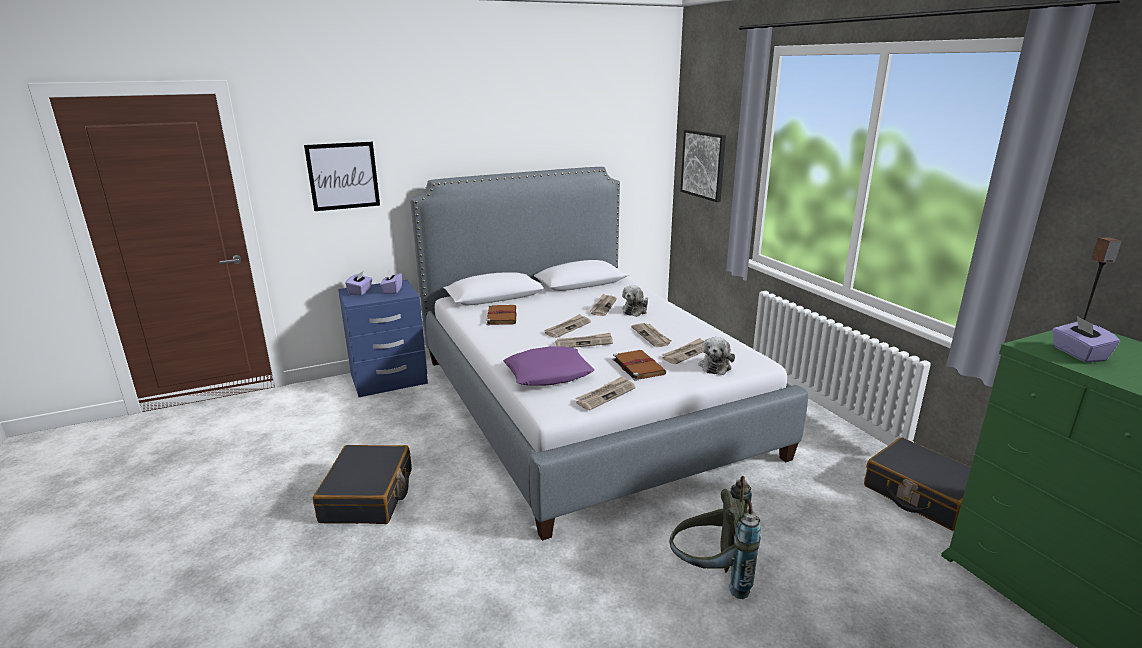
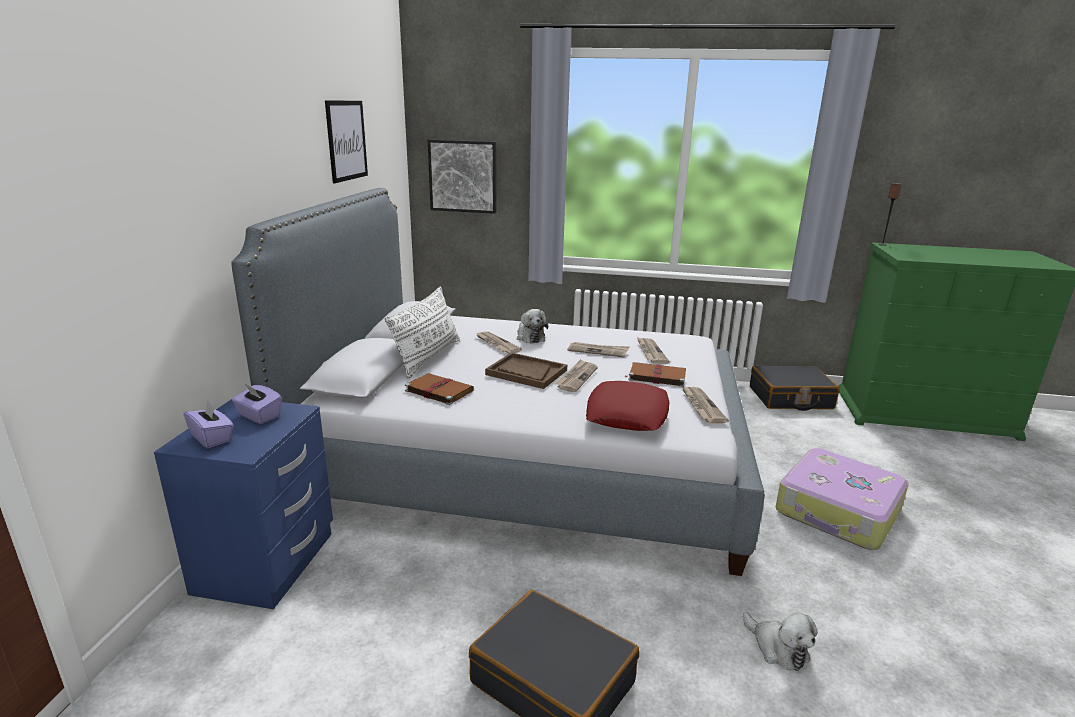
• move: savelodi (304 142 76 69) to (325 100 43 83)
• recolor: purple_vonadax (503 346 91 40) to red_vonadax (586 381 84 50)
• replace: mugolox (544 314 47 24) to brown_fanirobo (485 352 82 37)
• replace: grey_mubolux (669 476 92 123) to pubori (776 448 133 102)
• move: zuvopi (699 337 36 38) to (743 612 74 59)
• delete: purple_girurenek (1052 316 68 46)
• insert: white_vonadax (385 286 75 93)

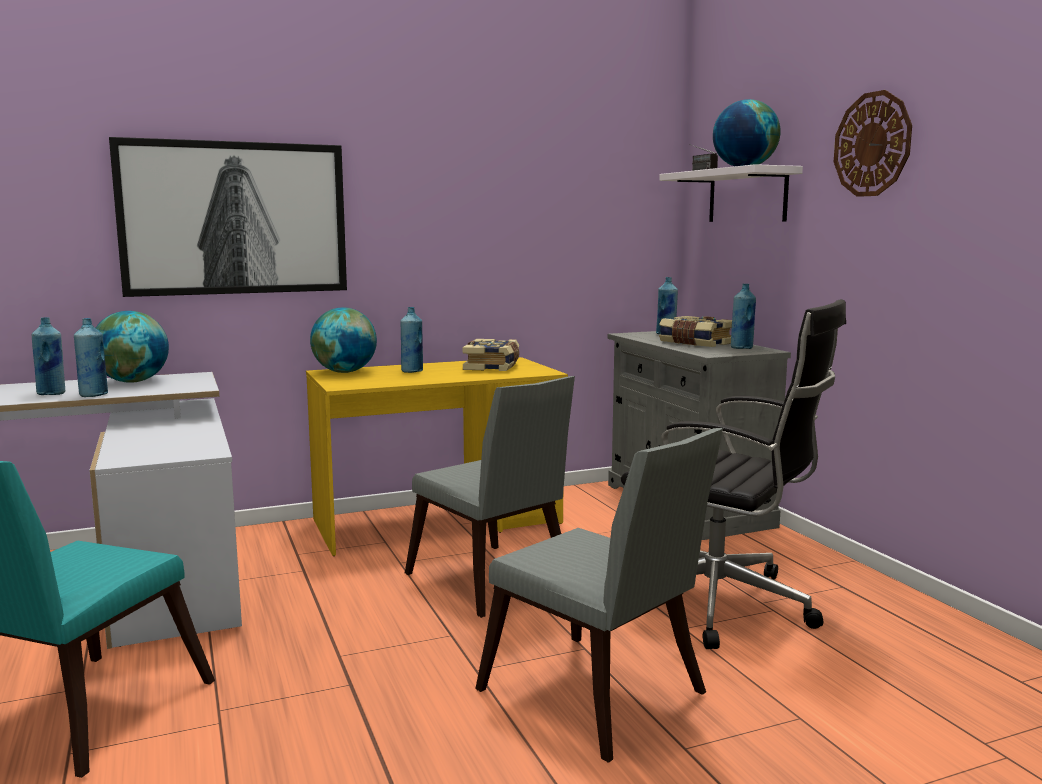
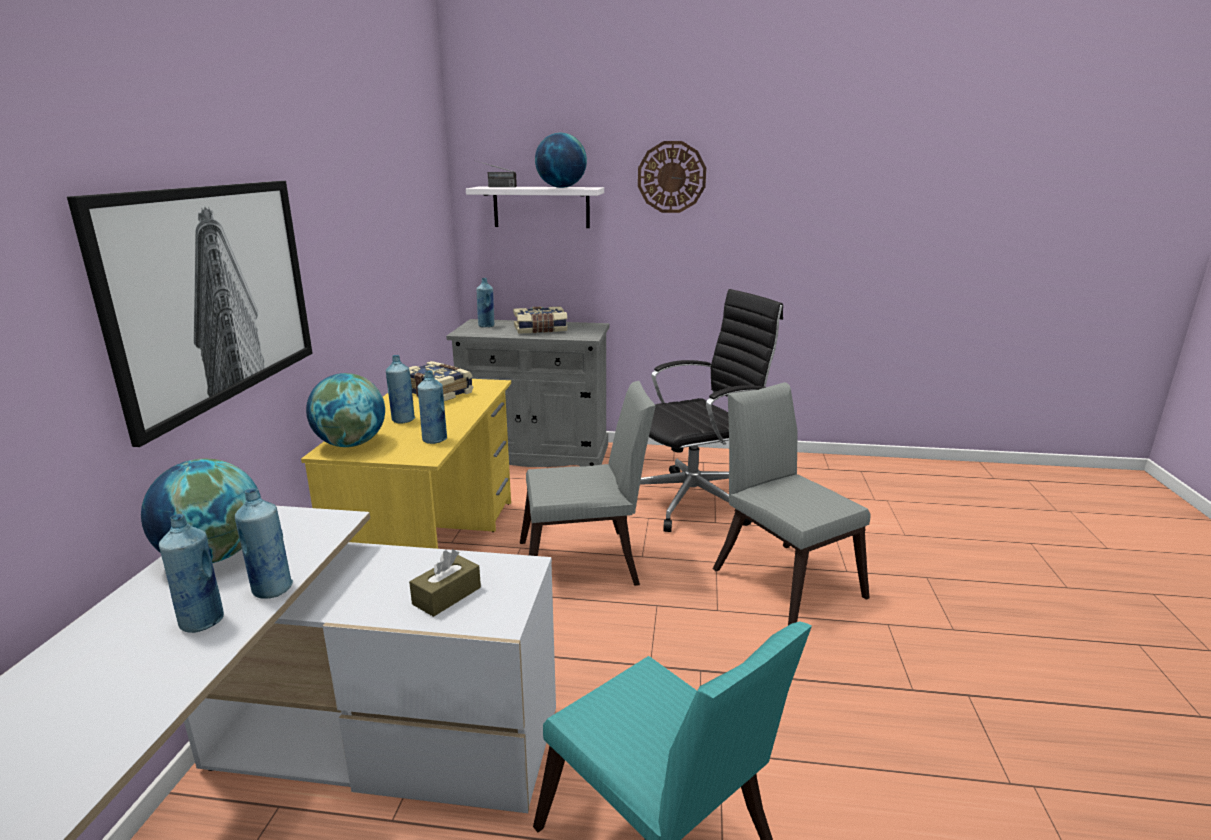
• rotate: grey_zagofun (475 428 248 335) = (713 382 158 243) 105 degrees counterclockwise
• move: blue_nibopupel (731 284 25 65) to (417 370 30 74)
• insert: brown_girurenek (409 549 72 68)

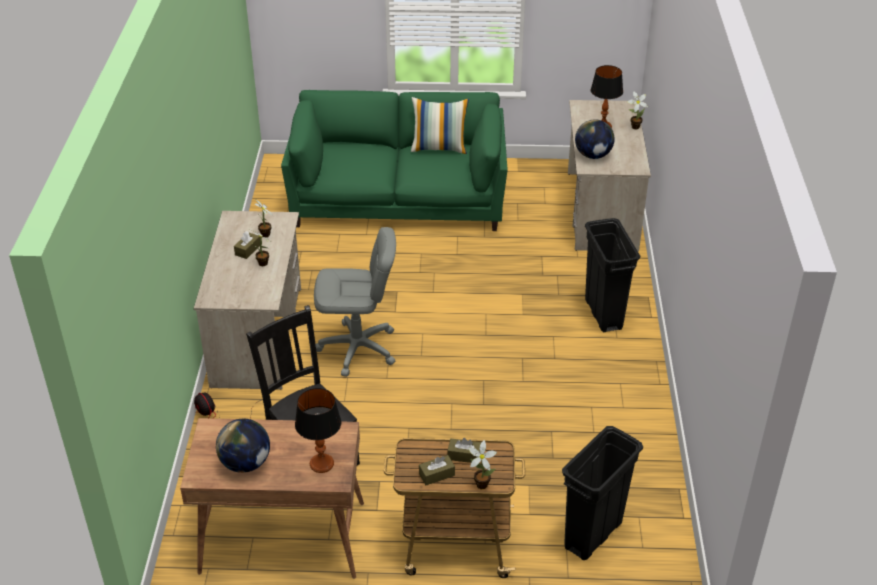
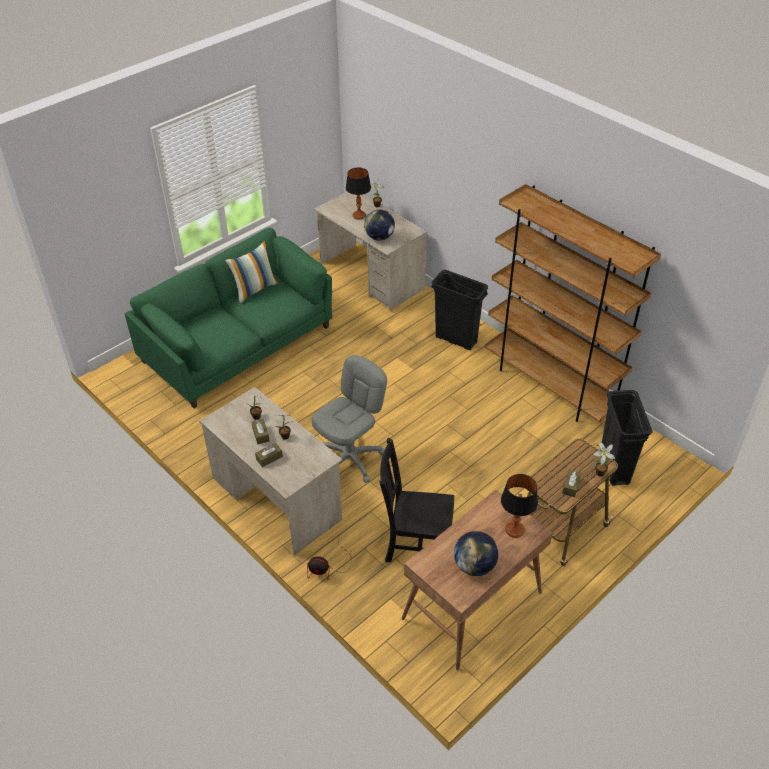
• move: brown_girurenek (447 438 34 25) to (255 443 28 24)
• insert: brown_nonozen (485 184 176 239)

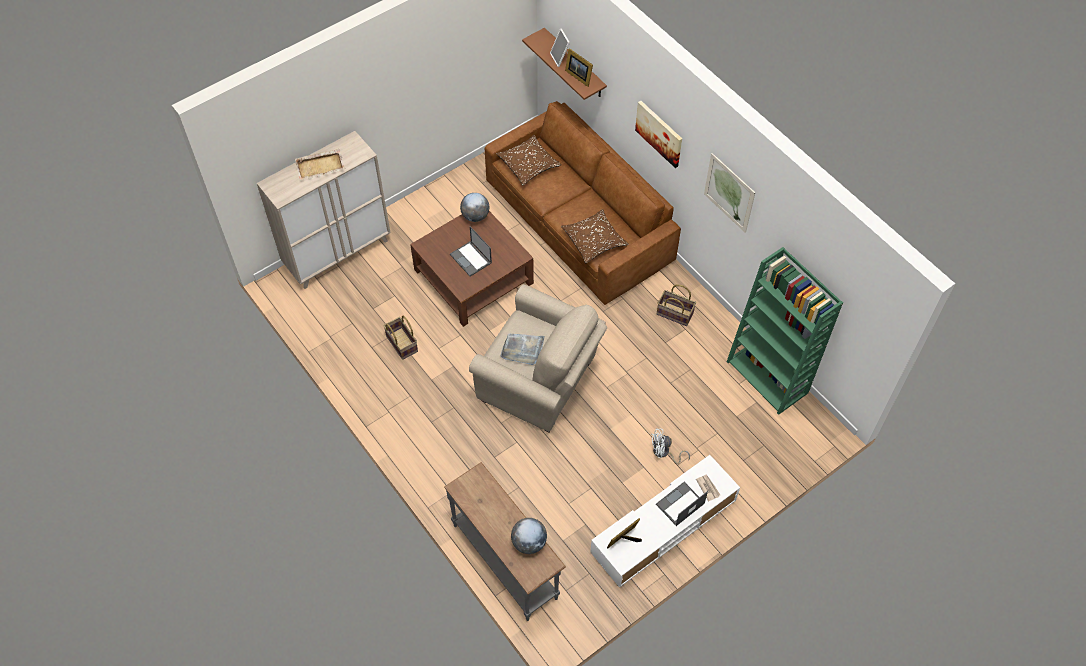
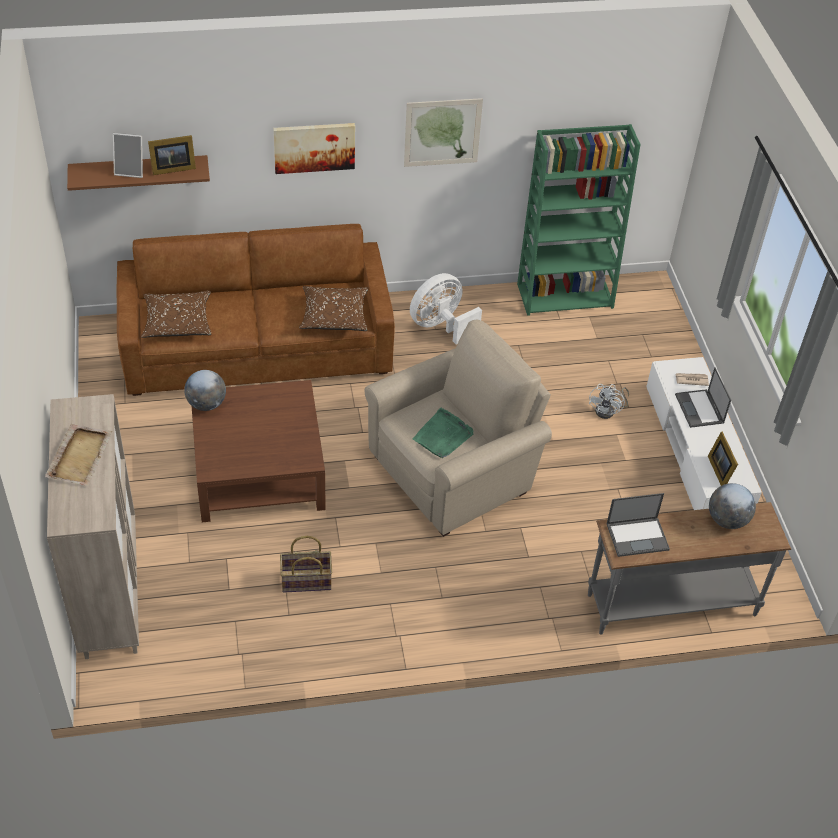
• move: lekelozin (450 226 42 51) to (607 493 63 64)
• recolor: grey_fanirobo (501 333 44 32) to green_fanirobo (412 408 62 50)
• replace: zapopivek (657 285 39 41) to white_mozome (410 273 72 71)

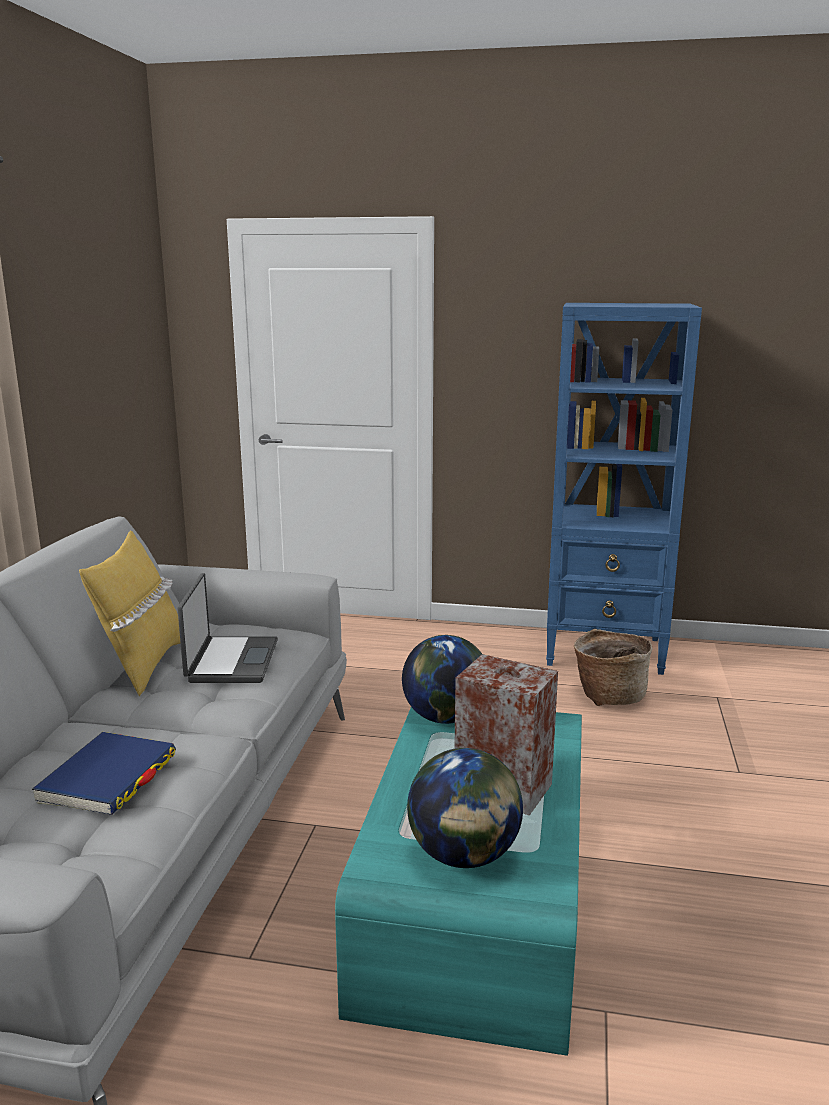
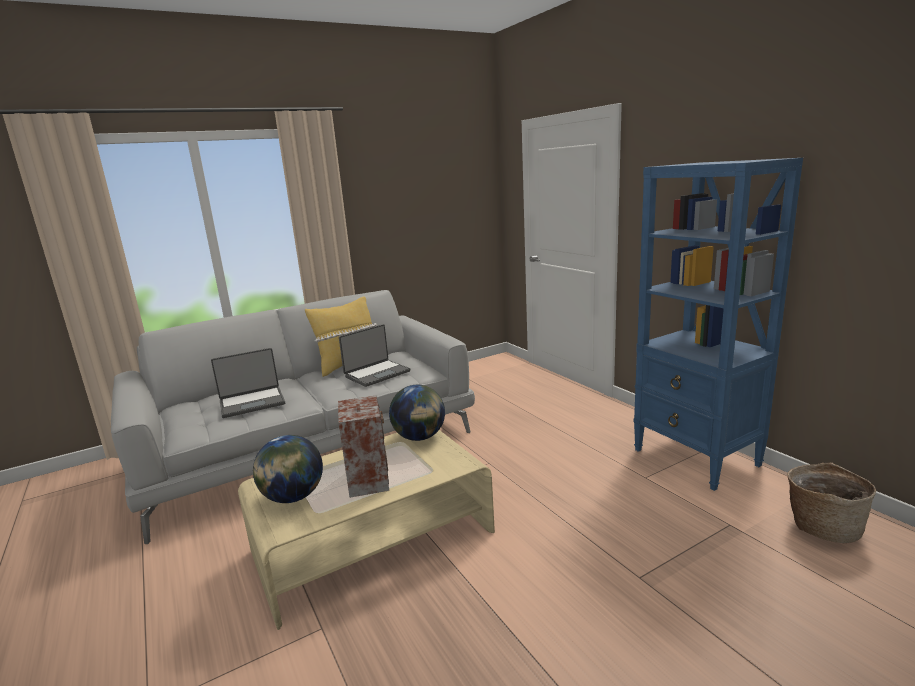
• replace: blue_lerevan (32 732 144 83) to lekelozin (211 348 74 70)
• recolor: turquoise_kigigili (335 707 247 349) to beige_kigigili (238 430 257 200)
• move: zapopivek (574 629 79 77) to (788 462 88 81)

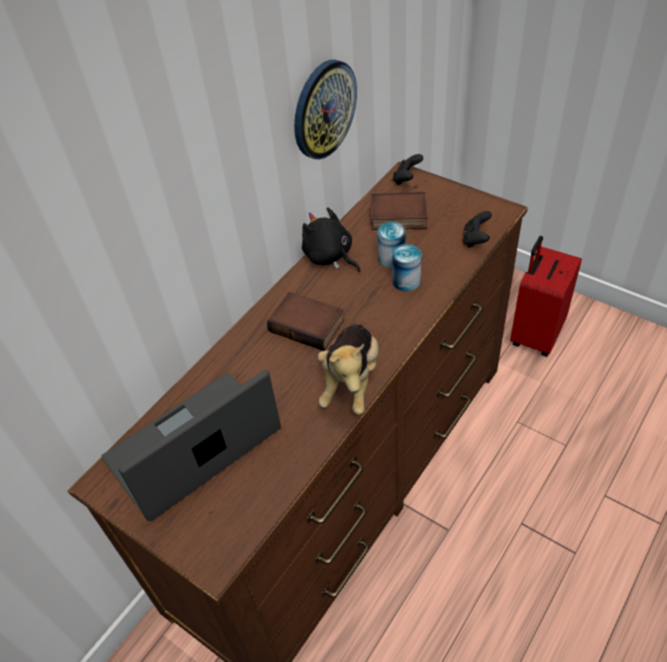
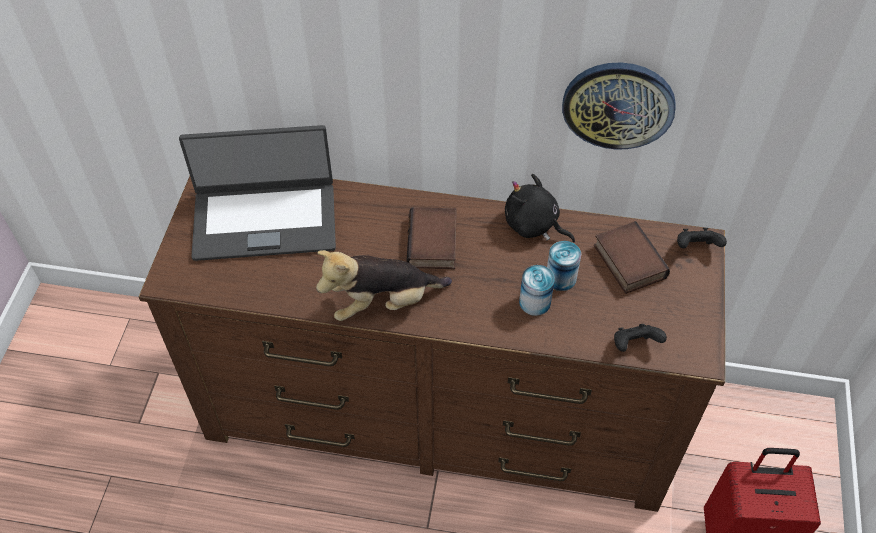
• rotate: lekelozin (101 370 180 151) = (179 125 157 136) 150 degrees clockwise
• rotate: black_zuvopi (302 207 58 65) = (505 174 70 68) 75 degrees counterclockwise

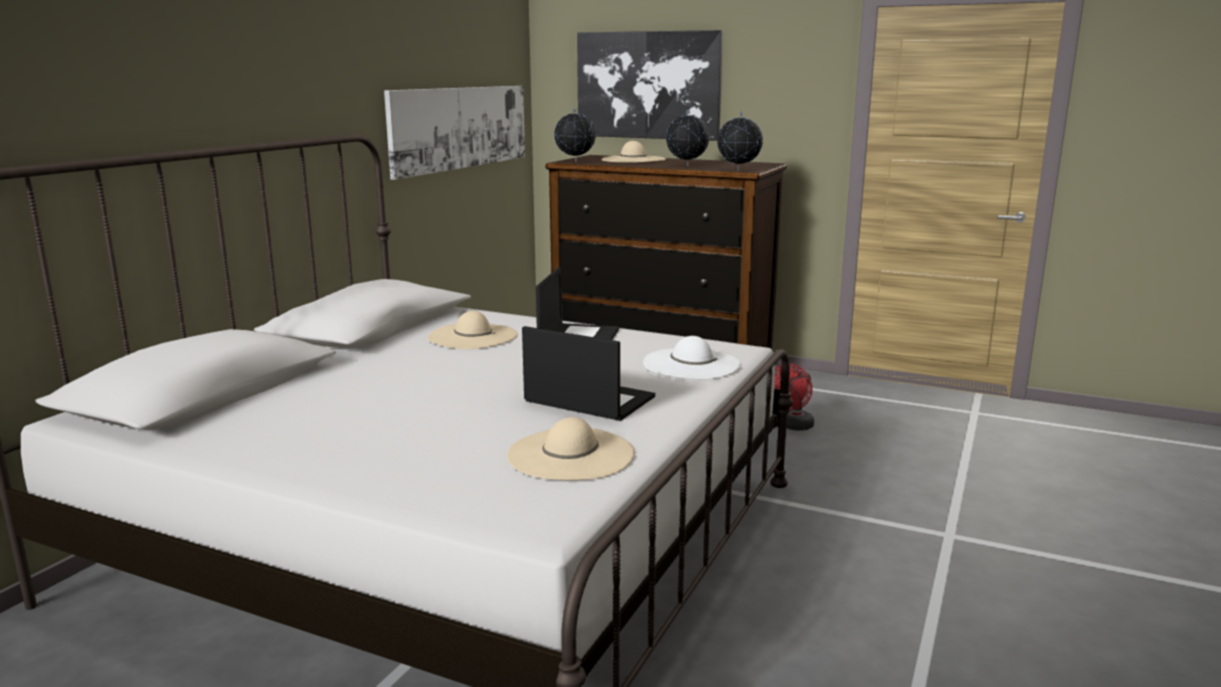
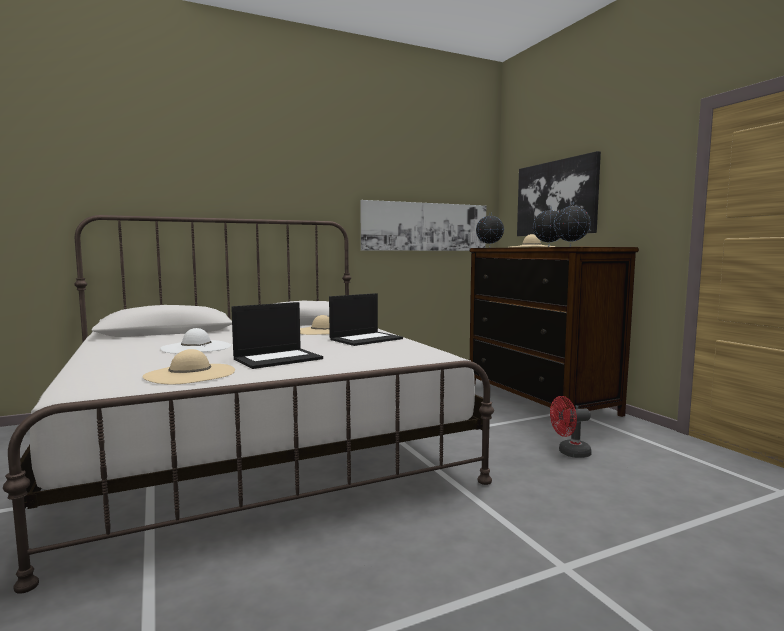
• rotate: lekelozin (522 326 133 95) = (231 302 92 67) 75 degrees clockwise
• move: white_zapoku (643 336 99 43) to (160 328 71 25)

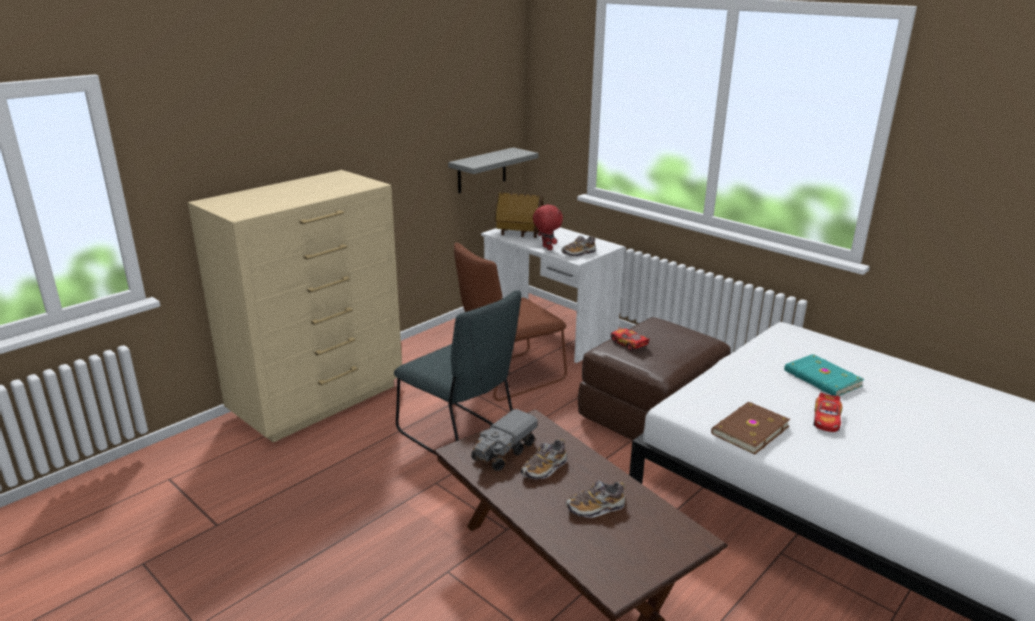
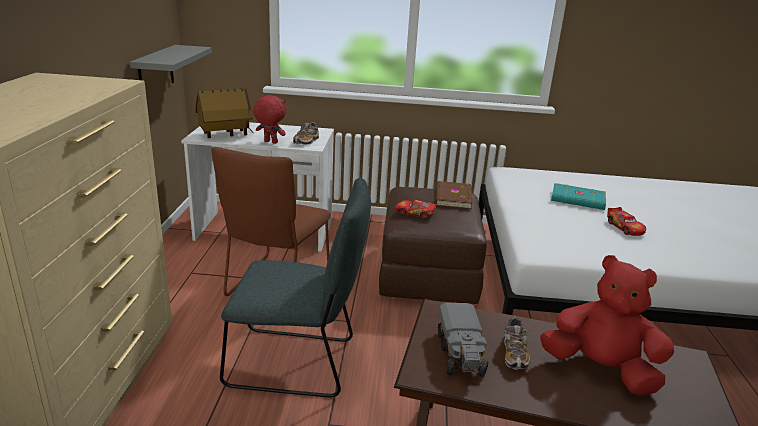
• replace: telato (566 480 60 38) to red_zuvopi (540 255 134 141)
• move: brown_lerevan (711 402 79 52) to (436 181 37 28)

